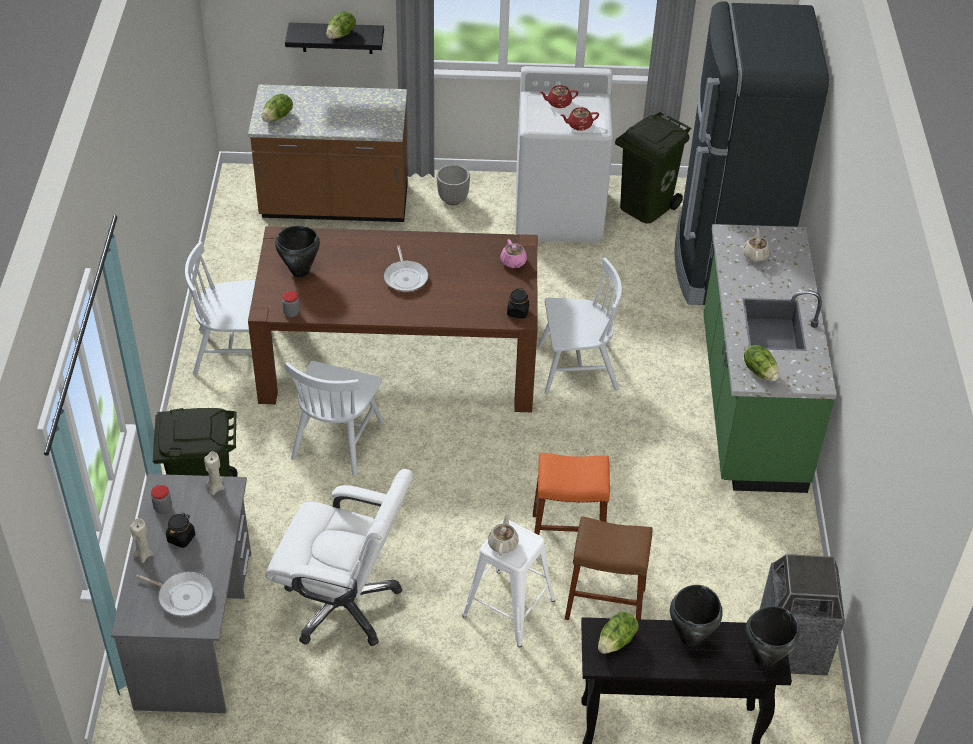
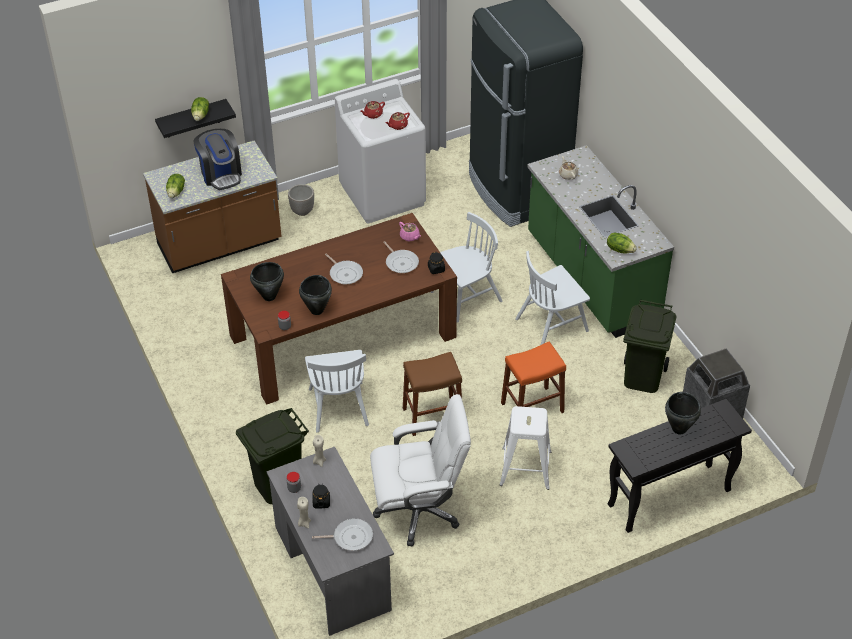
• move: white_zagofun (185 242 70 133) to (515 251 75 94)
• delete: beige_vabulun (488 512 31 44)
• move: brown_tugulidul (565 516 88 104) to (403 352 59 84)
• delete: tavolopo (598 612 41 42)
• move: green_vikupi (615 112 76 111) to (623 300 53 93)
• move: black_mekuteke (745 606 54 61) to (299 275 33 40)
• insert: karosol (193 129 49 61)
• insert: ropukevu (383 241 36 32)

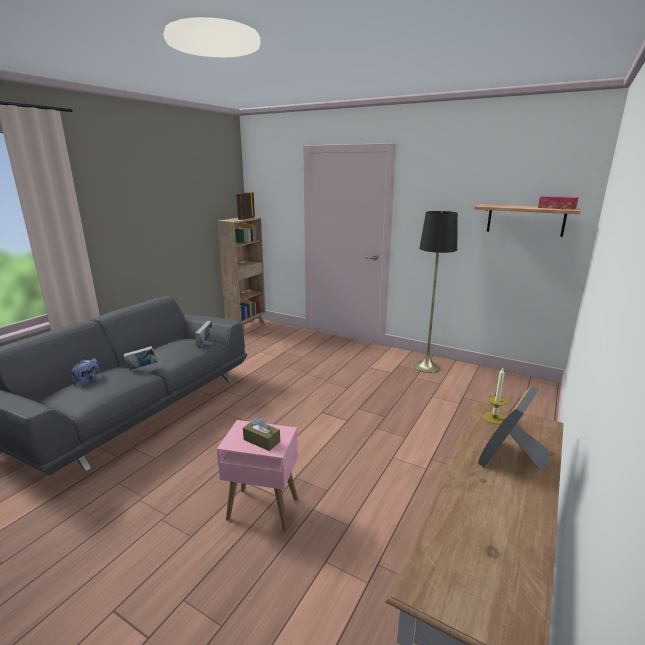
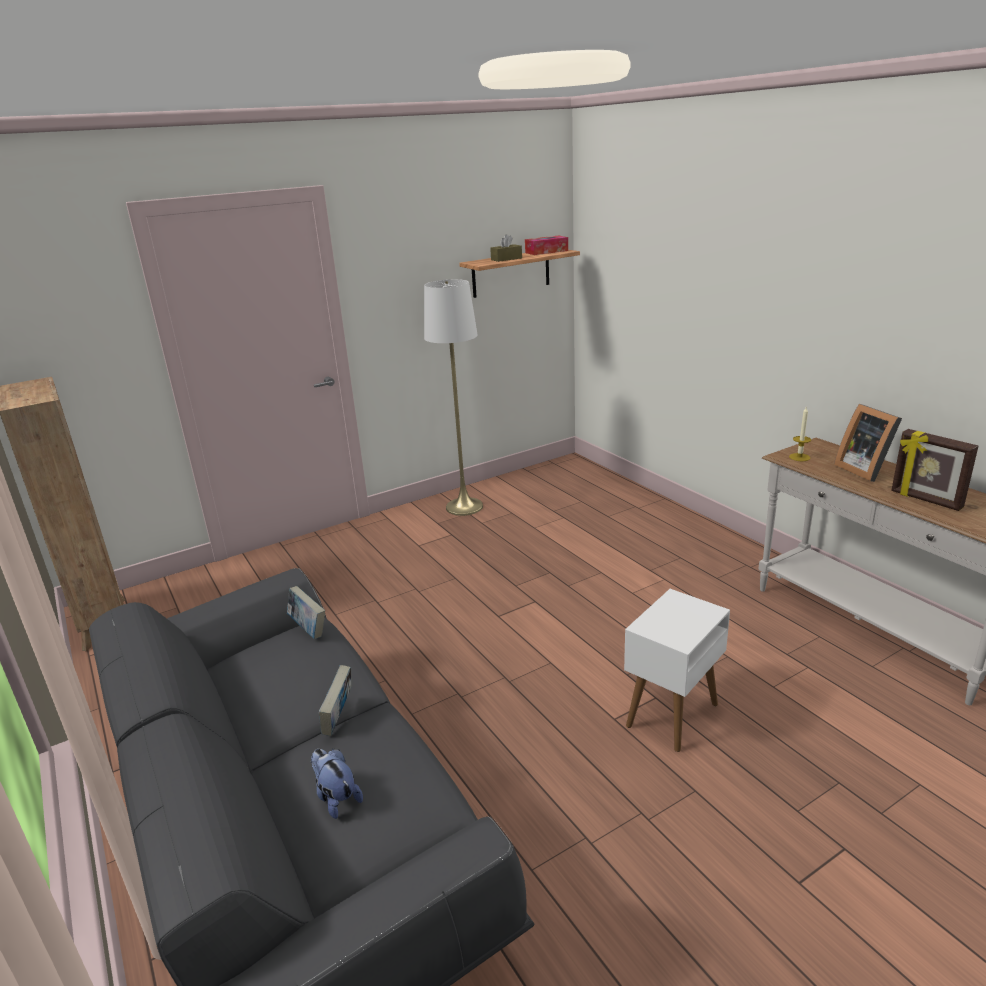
• recolor: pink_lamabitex (217 420 81 111) to white_lamabitex (624 589 106 163)
• move: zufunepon (236 192 19 28) to (891 429 87 82)
• move: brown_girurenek (243 417 37 34) to (490 234 32 28)
• recolor: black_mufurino (414 211 44 162) to white_mufurino (424 279 59 237)

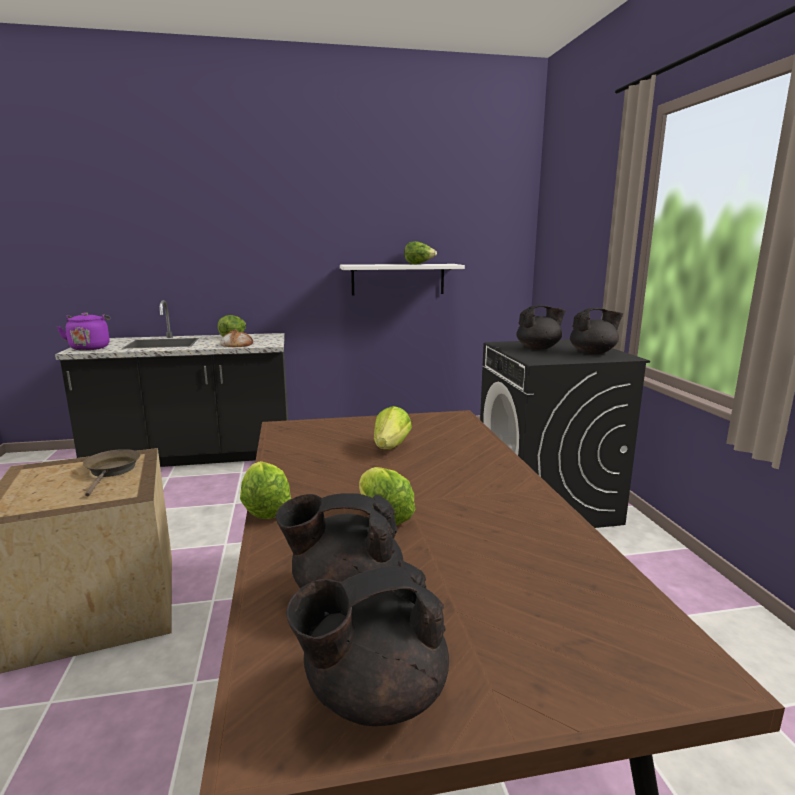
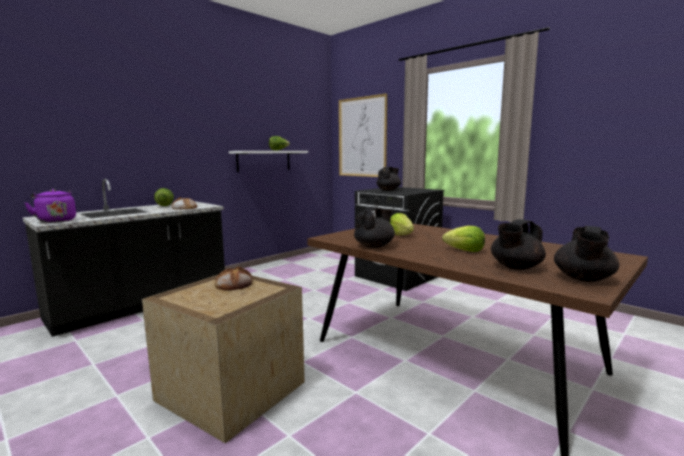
• replace: brown_ropukevu (83 449 57 48) to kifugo (215 266 37 25)
• delete: tavolopo (240 461 51 58)
• move: black_vabulun (570 308 53 46) to (354 208 41 40)
• insert: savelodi (339 94 48 83)

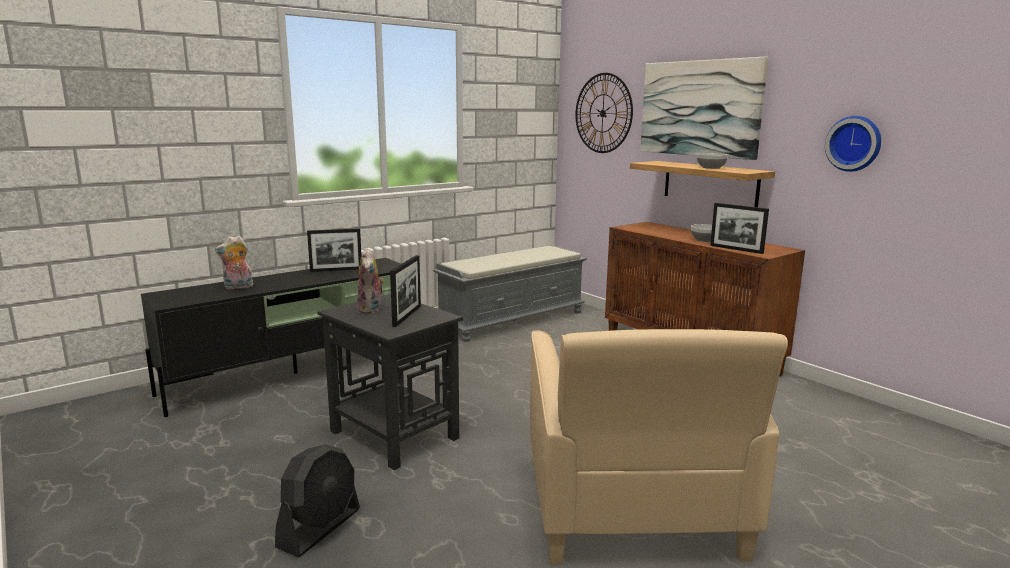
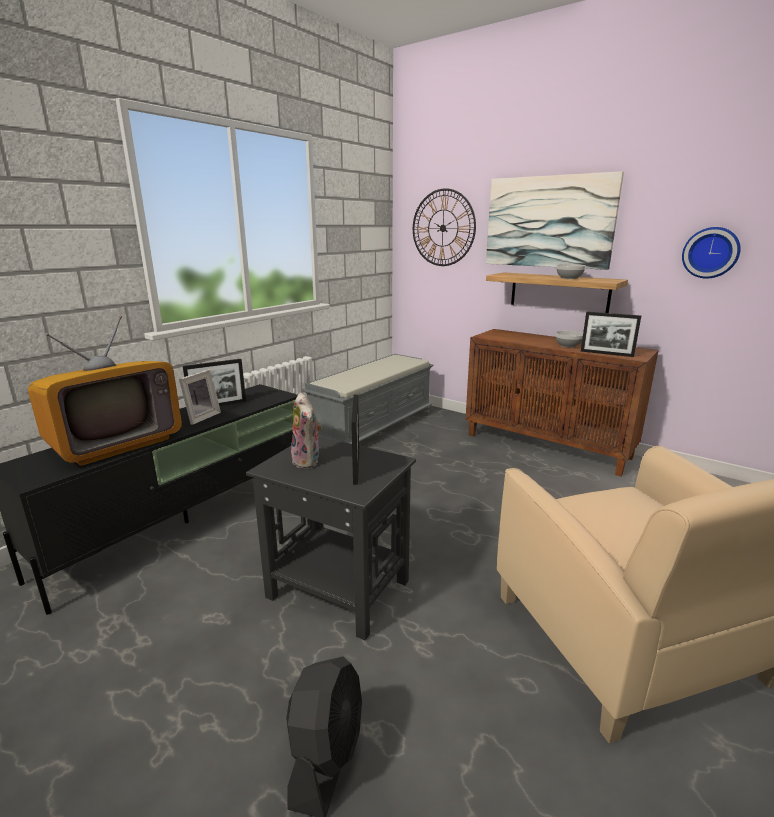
• replace: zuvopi (215 235 38 54) to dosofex (28 316 154 150)
• insert: zufunepon (179 369 42 56)

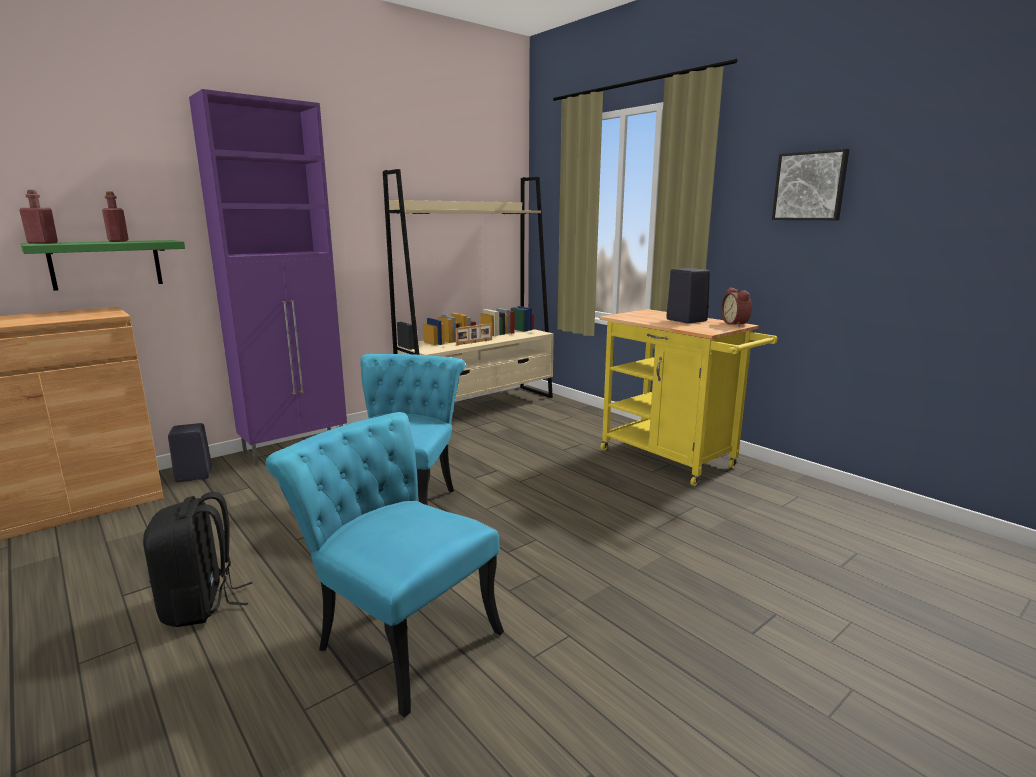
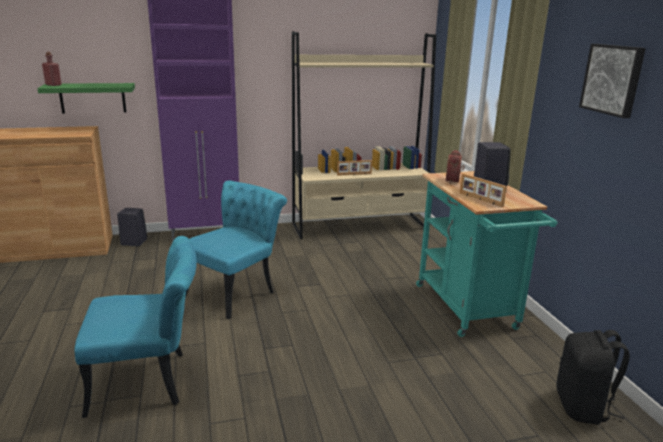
• delete: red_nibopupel (102 191 27 51)
• move: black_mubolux (143 492 109 135) to (556 330 74 95)
• rotate: turquoise_zagofun (266 412 238 305) = (75 236 122 182) 105 degrees clockwise
• recolor: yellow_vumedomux (600 309 177 177) to turquoise_vumedomux (416 171 141 166)
• move: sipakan (721 288 31 39) to (446 150 19 34)
• insert: zufunepon (460 173 47 34)

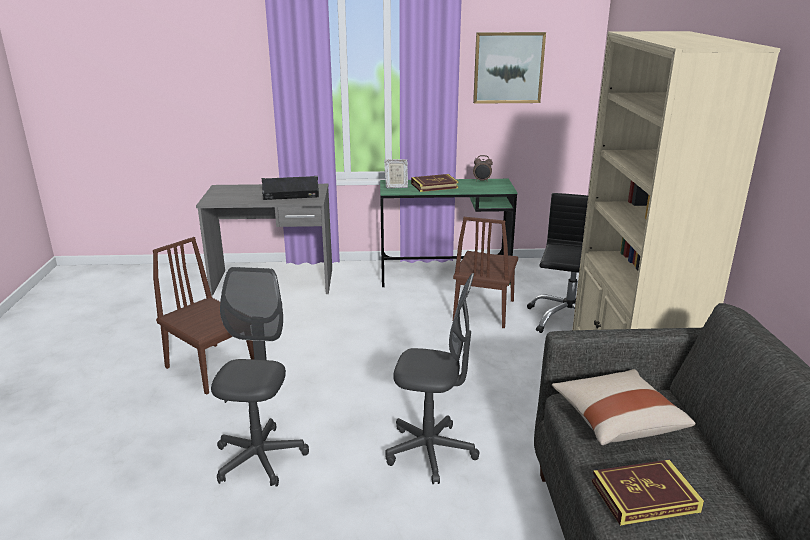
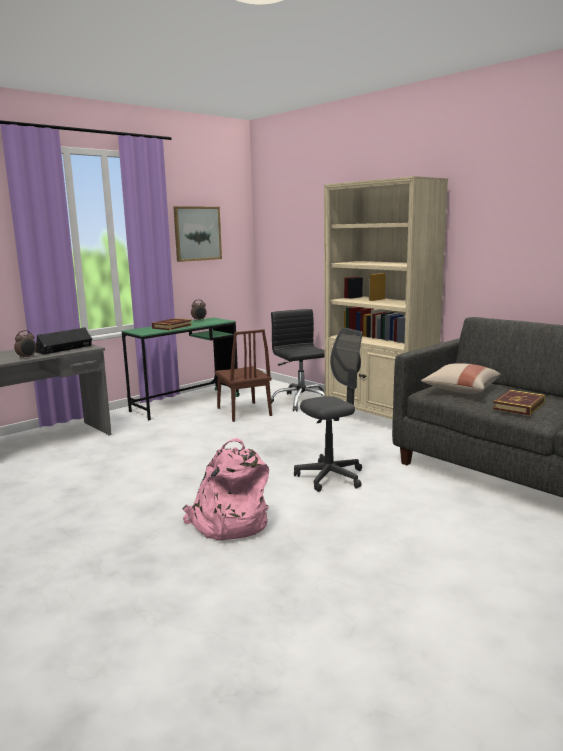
• delete: brown_zagofun (153 237 101 158)
• replace: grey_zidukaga (211 267 98 220) to pink_mubolux (182 438 87 103)
• delete: zufunepon (384 159 24 30)
• insert: sipakan (14 330 22 29)

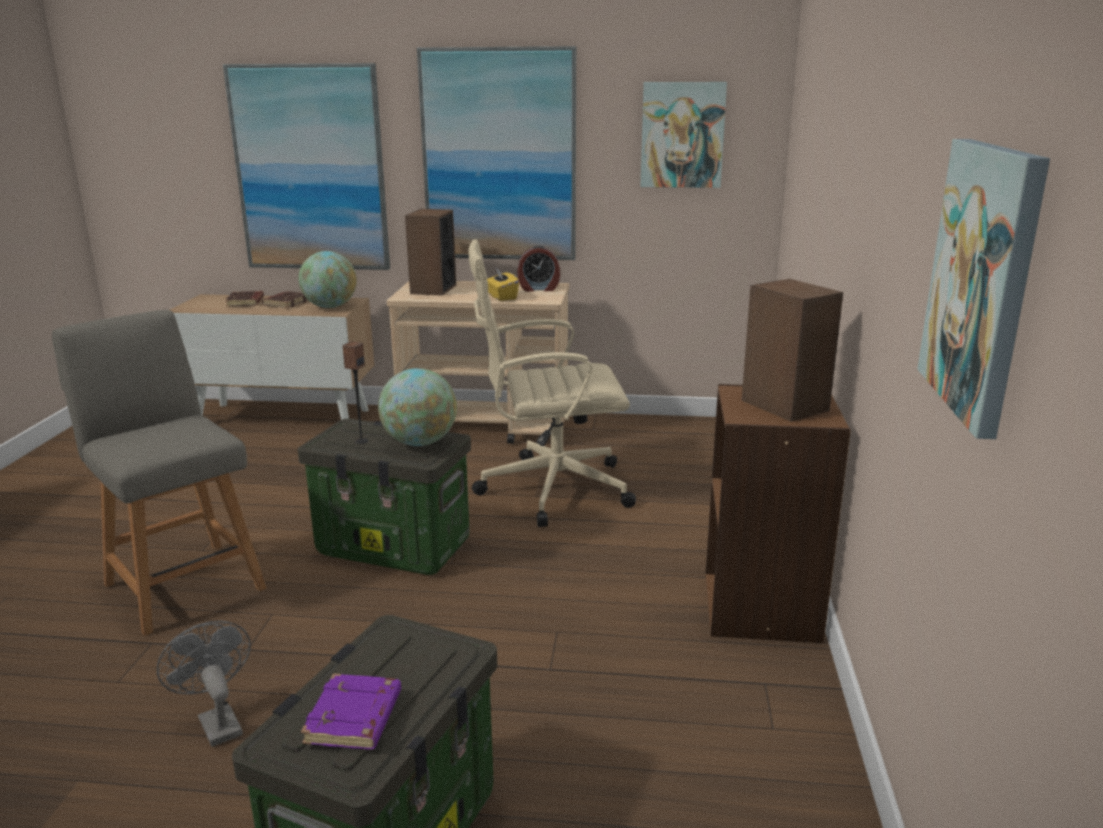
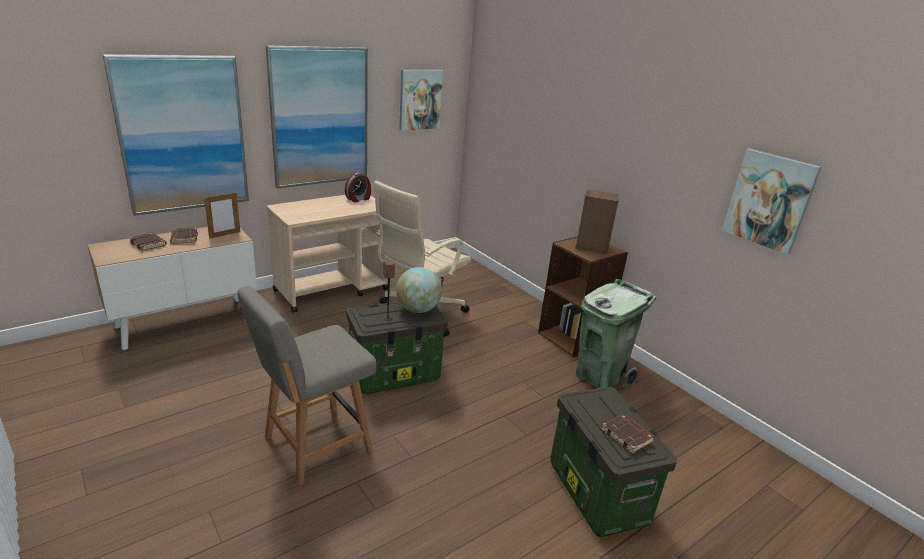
• rotate: grey_zagofun (52 310 214 326) = (237 286 140 200) 45 degrees counterclockwise
• delete: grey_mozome (157 621 94 126)
• replace: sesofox (298 251 59 57) to zufunepon (204 193 36 46)
• recolor: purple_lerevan (301 673 100 77) to brown_lerevan (601 414 54 40)
• delete: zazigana (405 209 51 87)
• delete: yellow_girurenek (487 268 32 33)
• insert: green_vikupi (576 279 80 109)

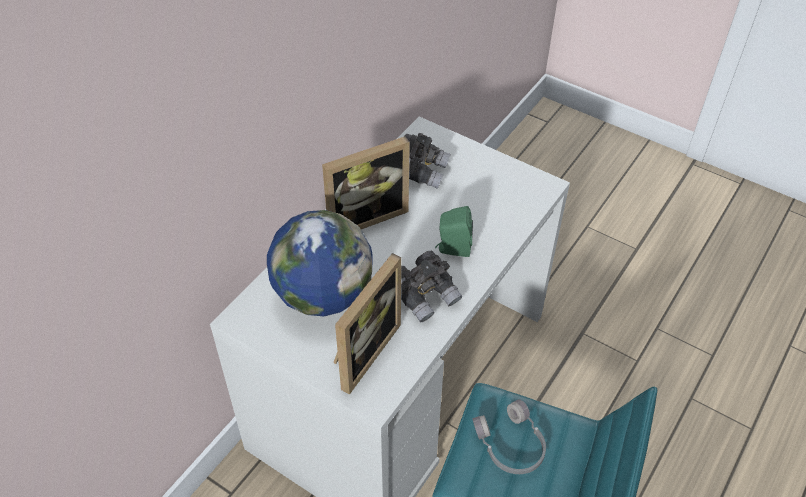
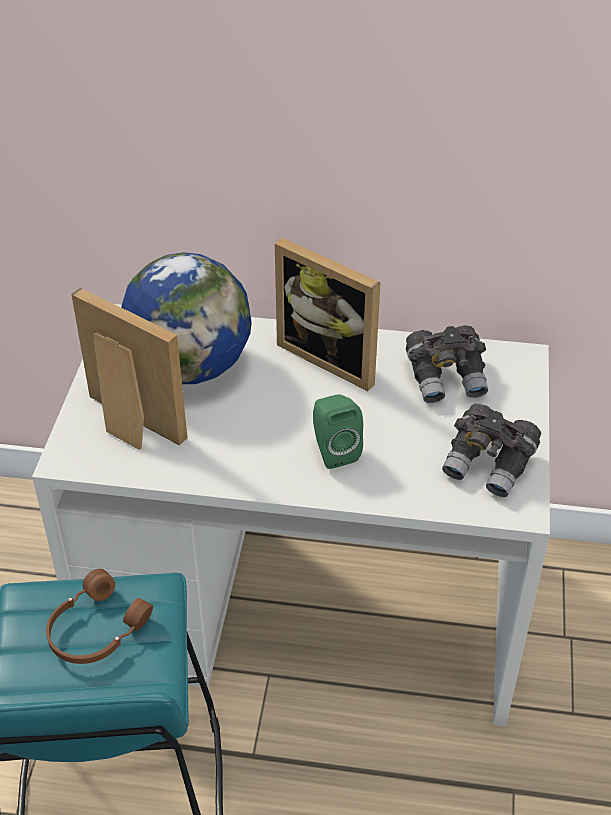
• rotate: zufunepon (333 253 68 142) = (71 288 116 162) 150 degrees counterclockwise
• move: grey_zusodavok (401 251 62 71) to (442 404 99 93)
• recolor: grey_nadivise (473 399 73 75) to brown_nadivise (46 569 107 95)

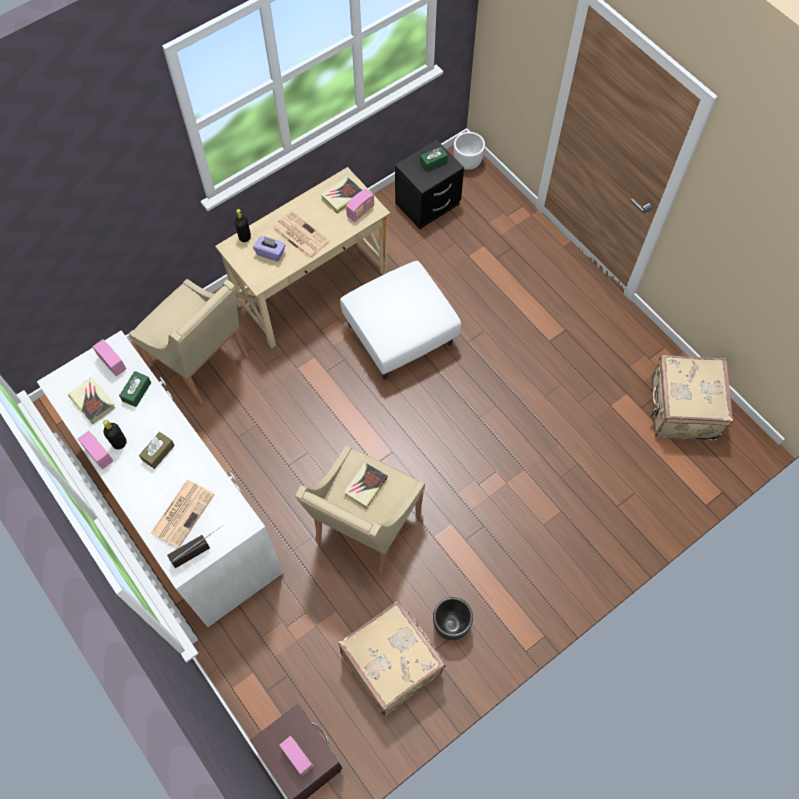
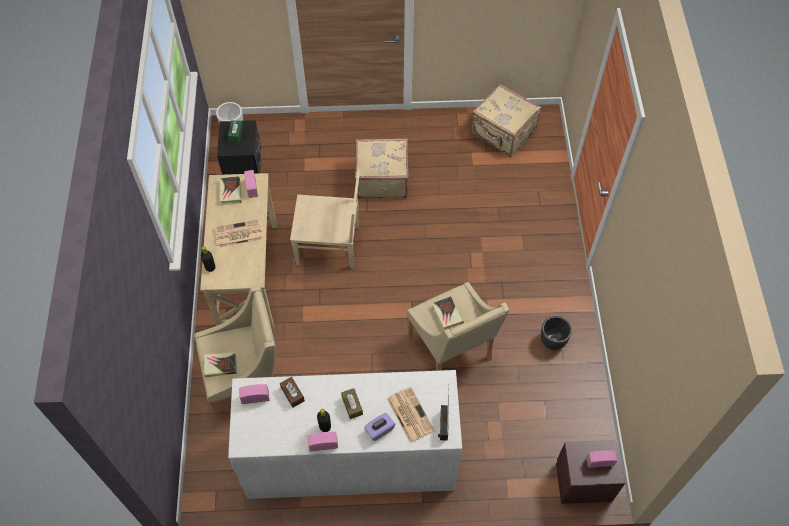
• move: lerevan (68 377 47 47) to (204 352 33 25)
• recolor: green_girurenek (119 371 32 36) to brown_girurenek (280 377 25 31)
• move: purple_girurenek (253 236 33 25) to (364 413 31 28)
• move: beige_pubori (338 600 107 116) to (355 138 54 60)
• replace: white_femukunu (340 261 121 119) to beige_zagofun (290 170 70 99)

